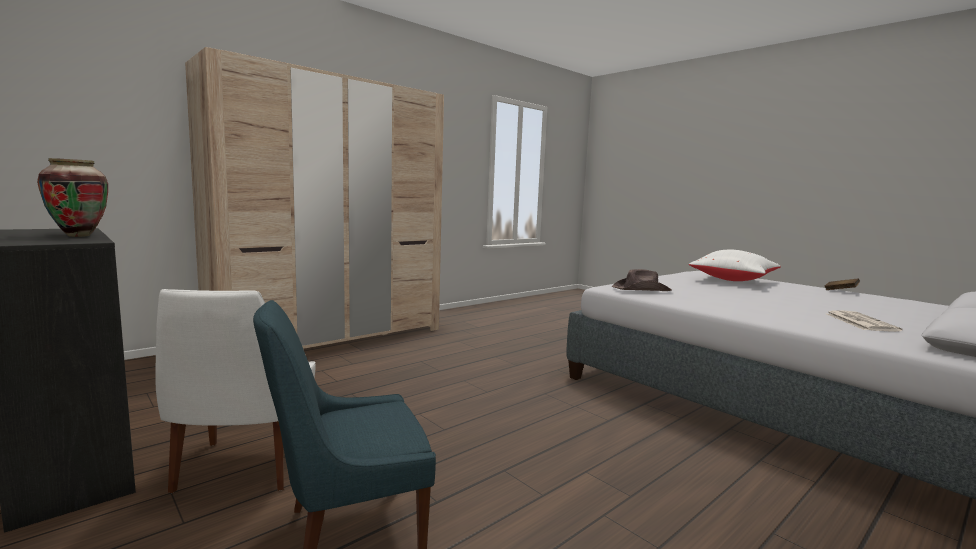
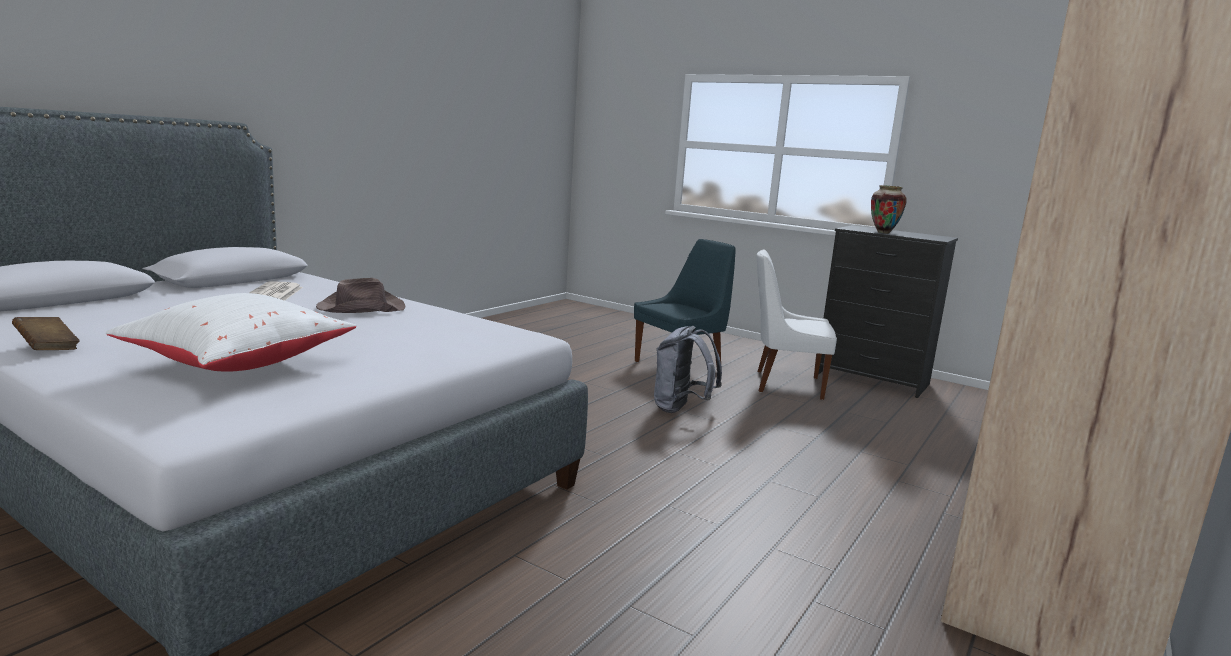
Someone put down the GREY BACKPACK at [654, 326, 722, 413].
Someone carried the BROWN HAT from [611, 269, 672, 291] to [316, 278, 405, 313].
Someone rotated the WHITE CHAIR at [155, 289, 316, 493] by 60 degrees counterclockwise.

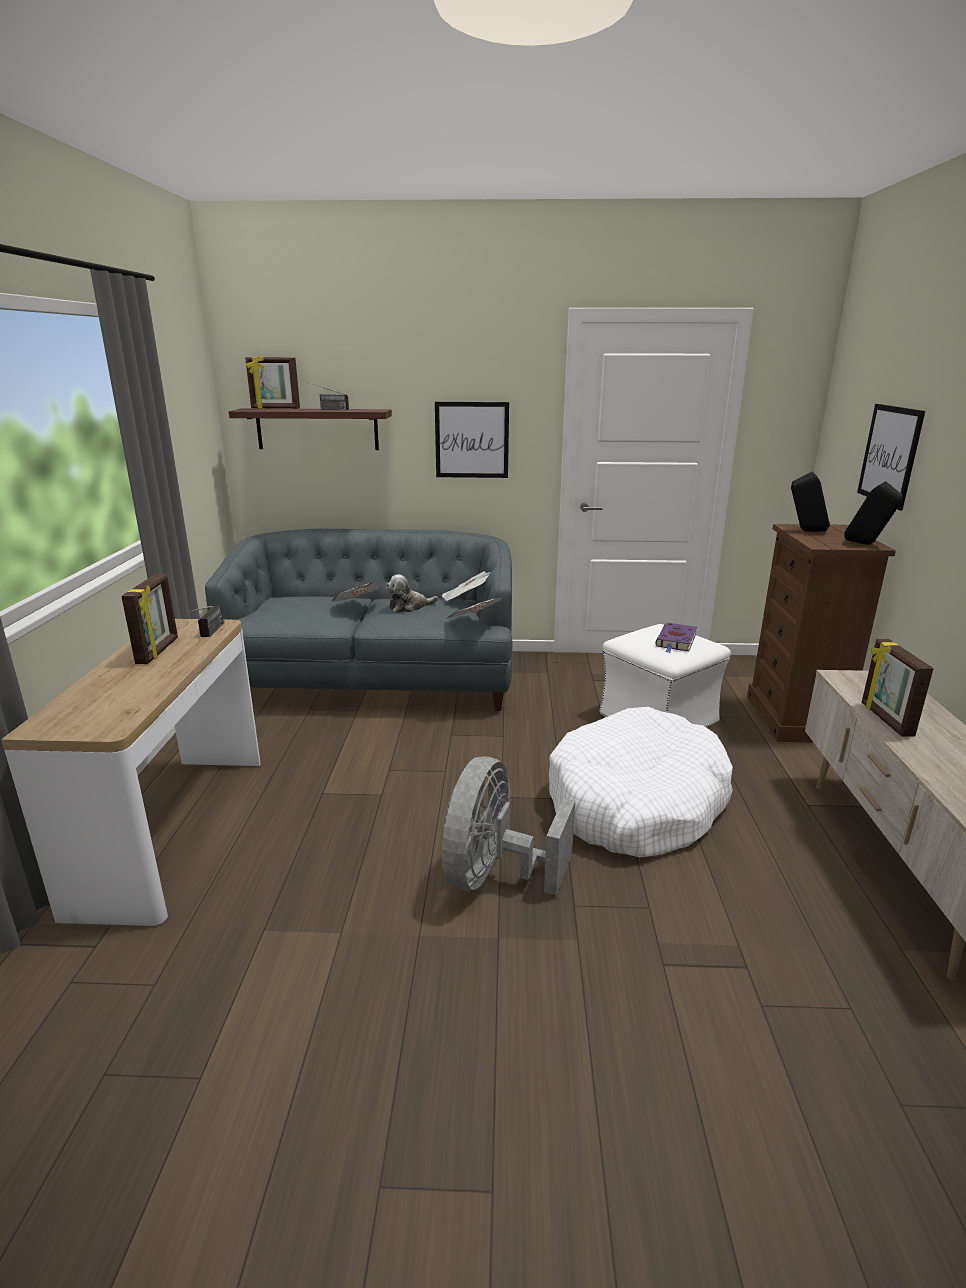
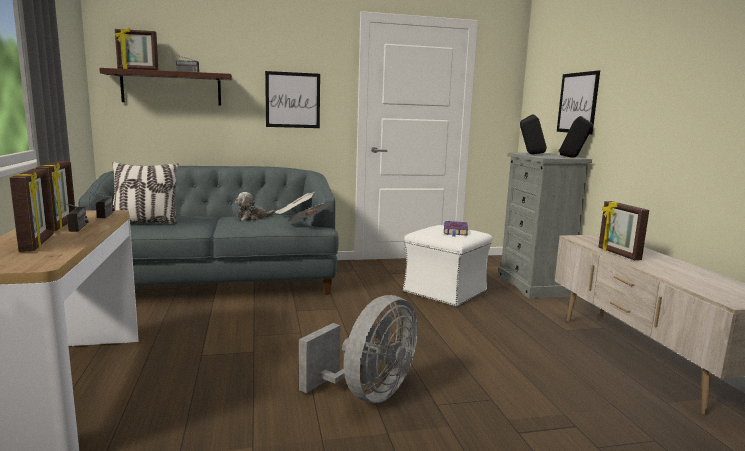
Someone took away the NEWSPAPER at [331, 582, 383, 602].
Someone took away the WHITE DOG BED at [549, 707, 733, 857].
Someone put down the PICTURE FRAME at [10, 169, 54, 252].
Someone put down the RADIO at [61, 202, 88, 232].
Someone put down the PILLOW at [112, 162, 178, 225].
Someone repainted the BROWN DRESSER at [747, 524, 896, 742], which became the GREY DRESSER at [498, 152, 592, 299].
Someone rotated the GREY FAN at [442, 757, 575, 895] by 150 degrees counterclockwise.

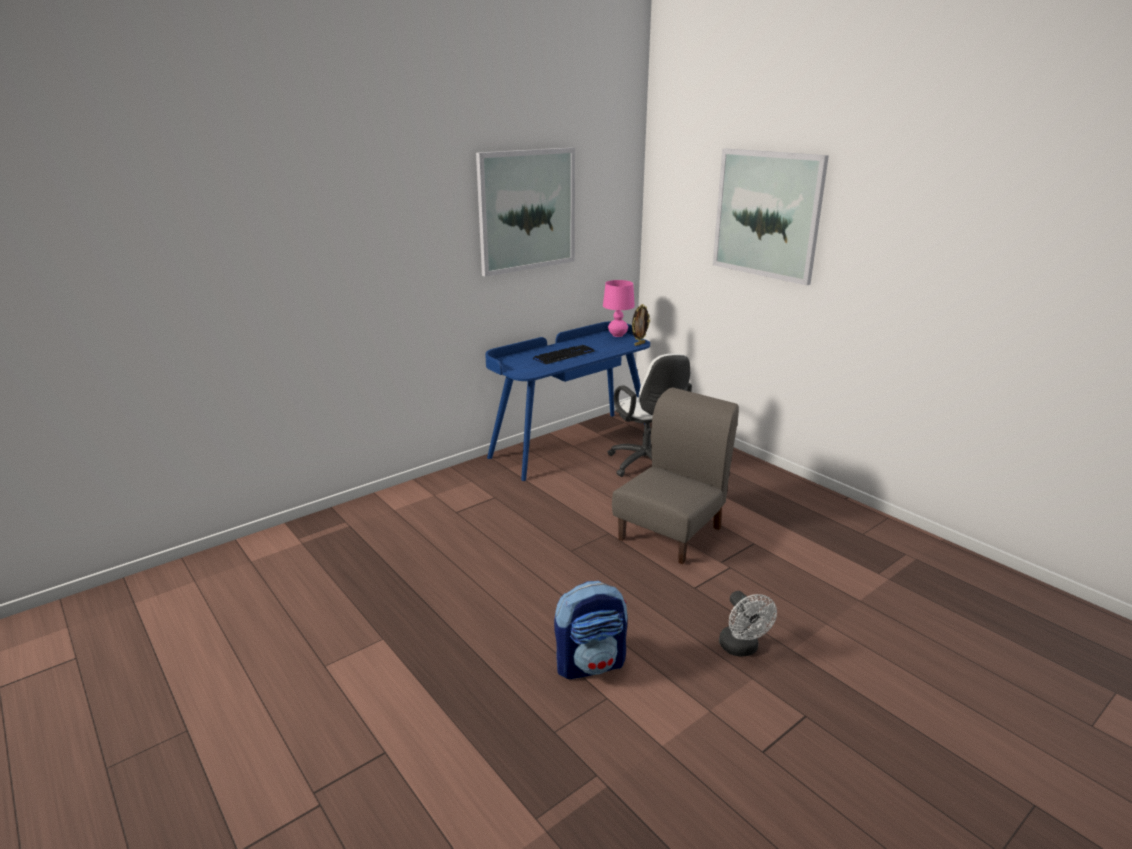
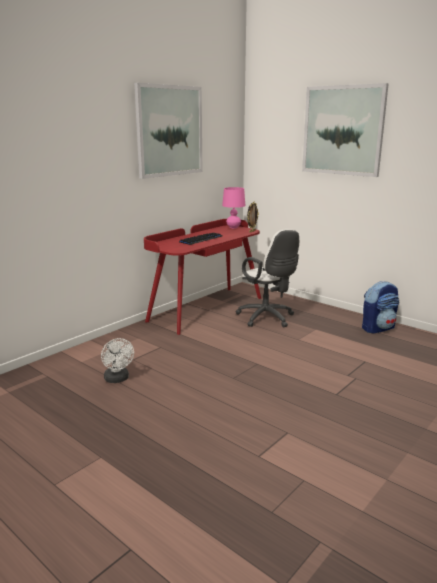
Someone took away the GREY CHAIR at [612, 388, 739, 564].
Someone carried the BACKPACK from [554, 581, 627, 679] to [362, 281, 399, 334].
Someone carried the WHITE FAN from [719, 591, 777, 657] to [101, 338, 134, 383].
Someone repainted the BLUE DESK at [485, 321, 650, 481], which became the RED DESK at [144, 219, 261, 335].

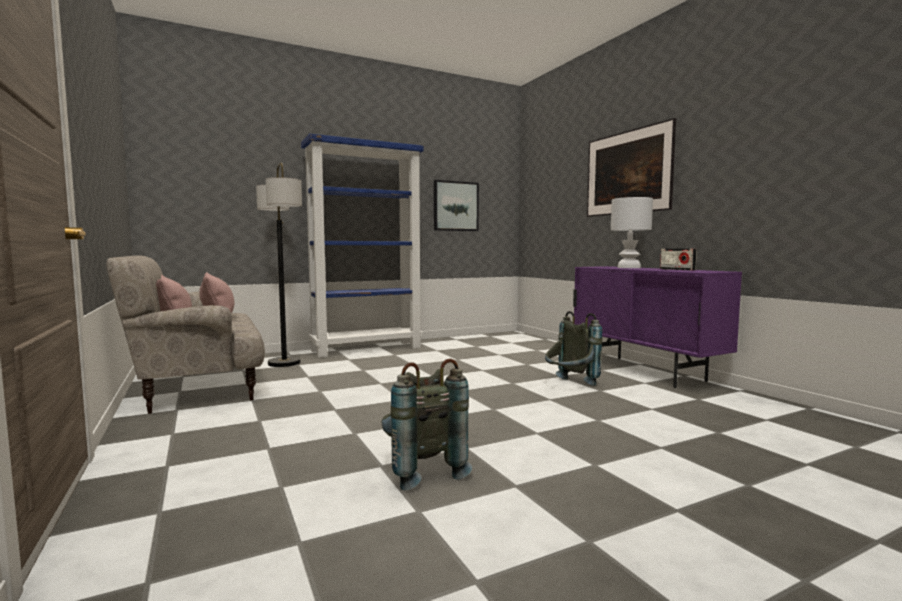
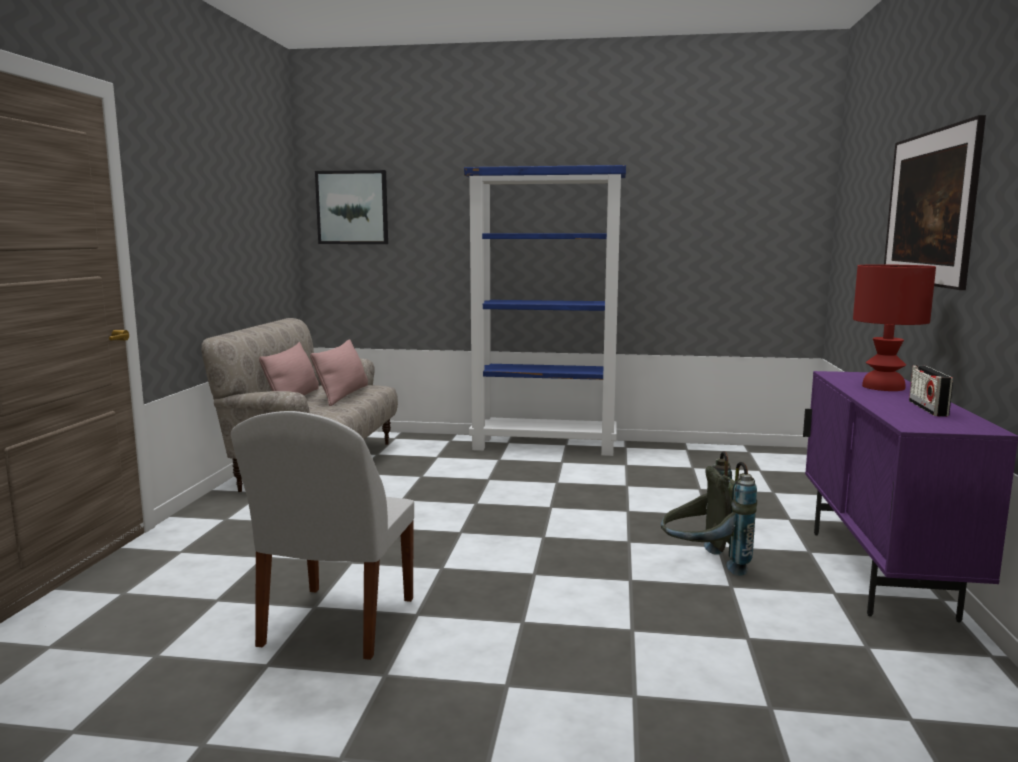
Someone took away the FLOOR LAMP at [256, 163, 302, 367].
Someone carried the PICTURE from [434, 180, 479, 231] to [315, 170, 388, 244].
Someone swapped the GREY BACKPACK at [381, 358, 472, 491] for the WHITE CHAIR at [231, 411, 414, 660].
Someone repainted the WHITE TABLE LAMP at [611, 197, 653, 268], which became the RED TABLE LAMP at [853, 264, 936, 391].

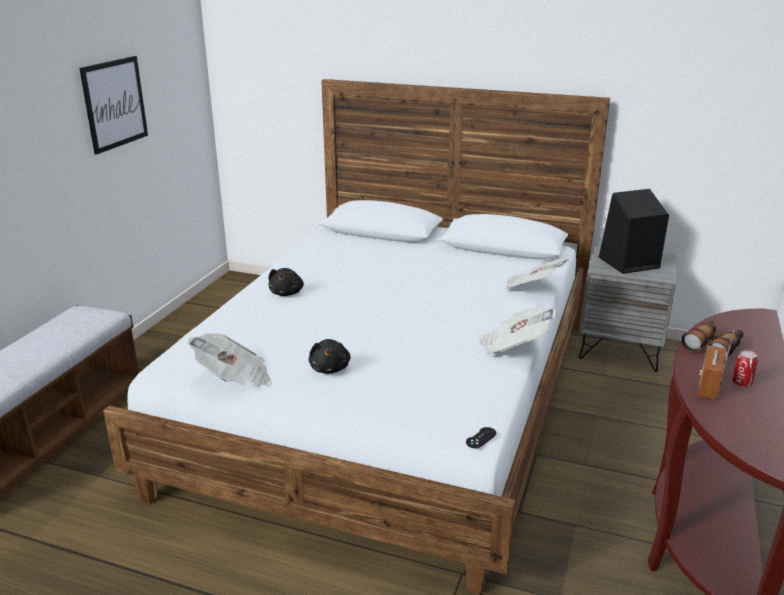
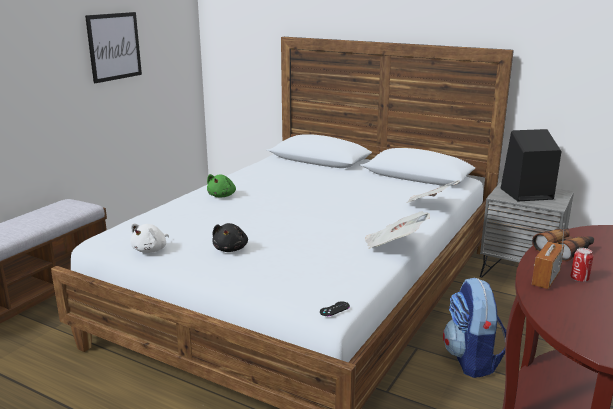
Someone put down the BACKPACK at [443, 278, 506, 378].
Someone swapped the NEWSPAPER at [188, 333, 272, 385] for the WHITE PLUSH TOY at [131, 223, 169, 253].
Someone repainted the BLACK PLUSH TOY at [268, 268, 304, 296], which became the GREEN PLUSH TOY at [207, 174, 236, 197].

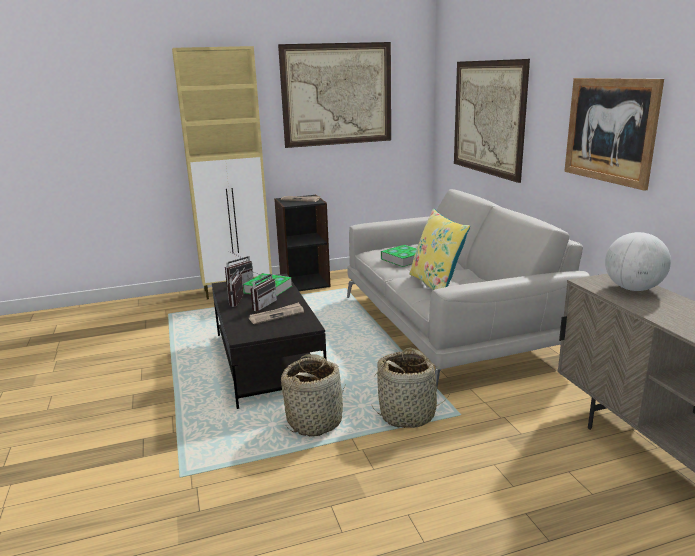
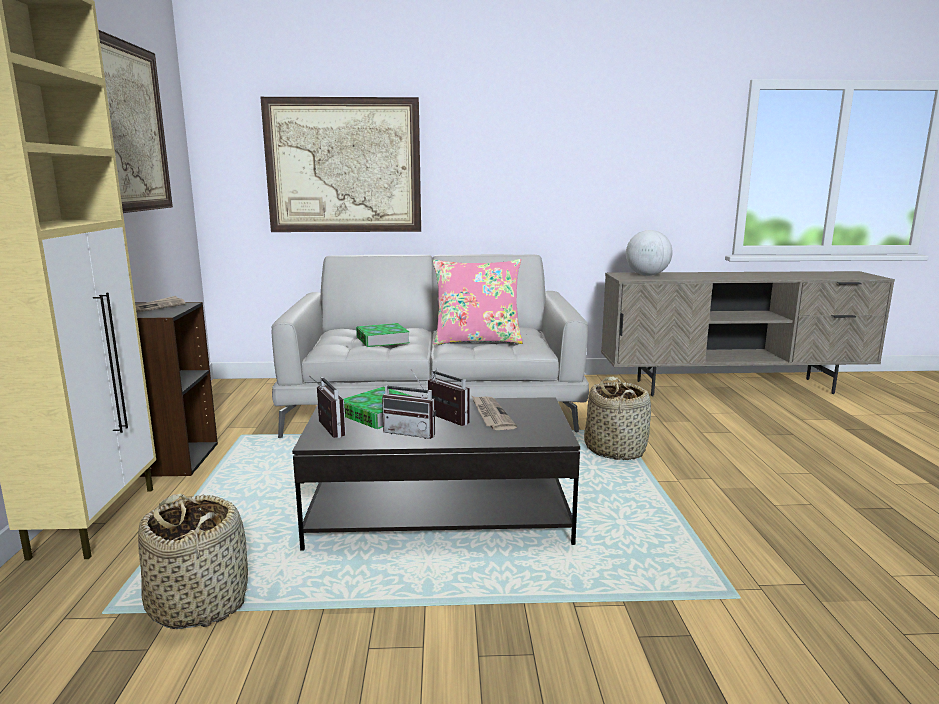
Someone took away the PICTURE at [564, 78, 664, 191].
Someone carried the BASKET from [281, 354, 346, 436] to [138, 494, 248, 629].
Someone repainted the YELLOW PILLOW at [409, 209, 470, 290], which became the PINK PILLOW at [433, 259, 523, 345].

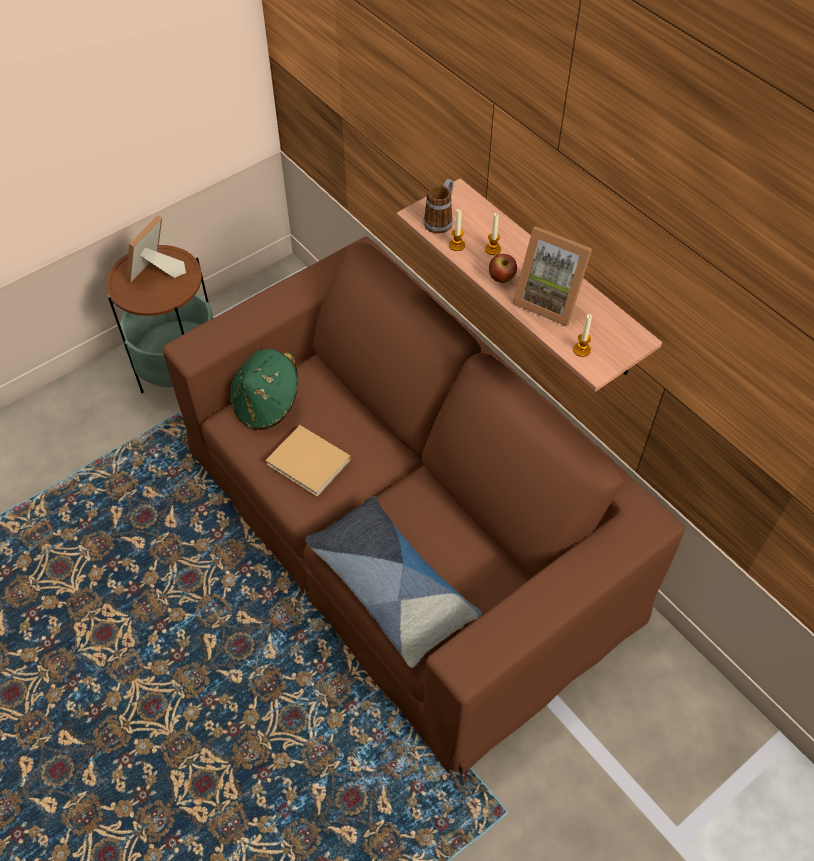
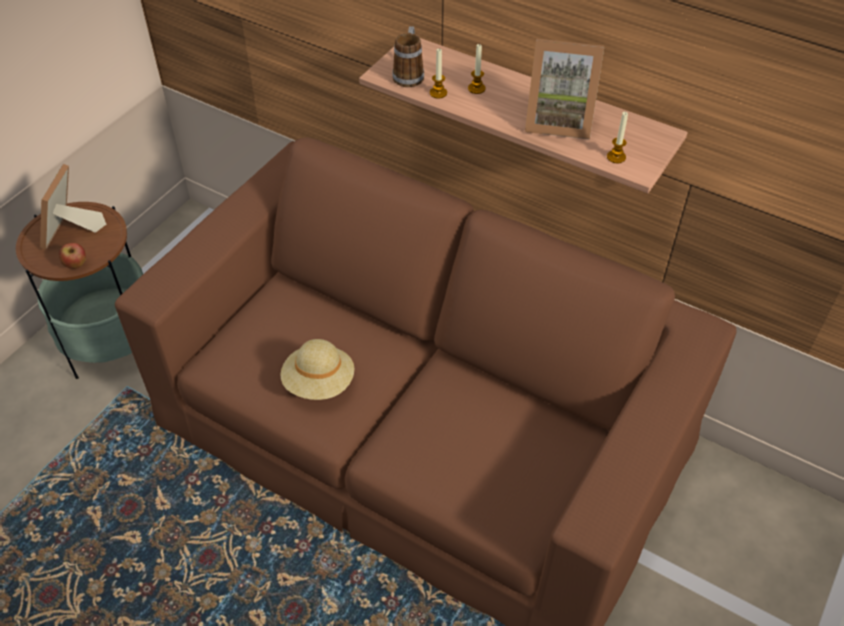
Someone took away the GREEN HAT at [230, 349, 298, 430].
Someone took away the PILLOW at [305, 496, 482, 668].
Someone carried the APPLE from [489, 254, 517, 283] to [59, 243, 86, 269].
Someone swapped the BEIGE BOOK at [266, 425, 351, 497] for the BEIGE HAT at [280, 339, 354, 400].

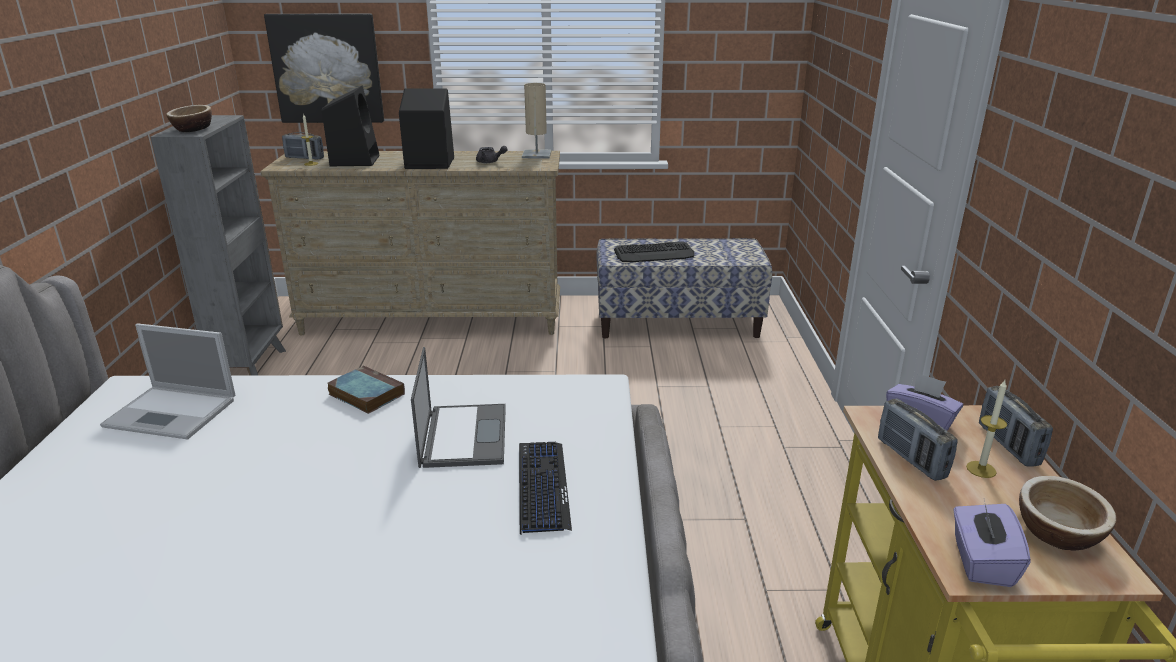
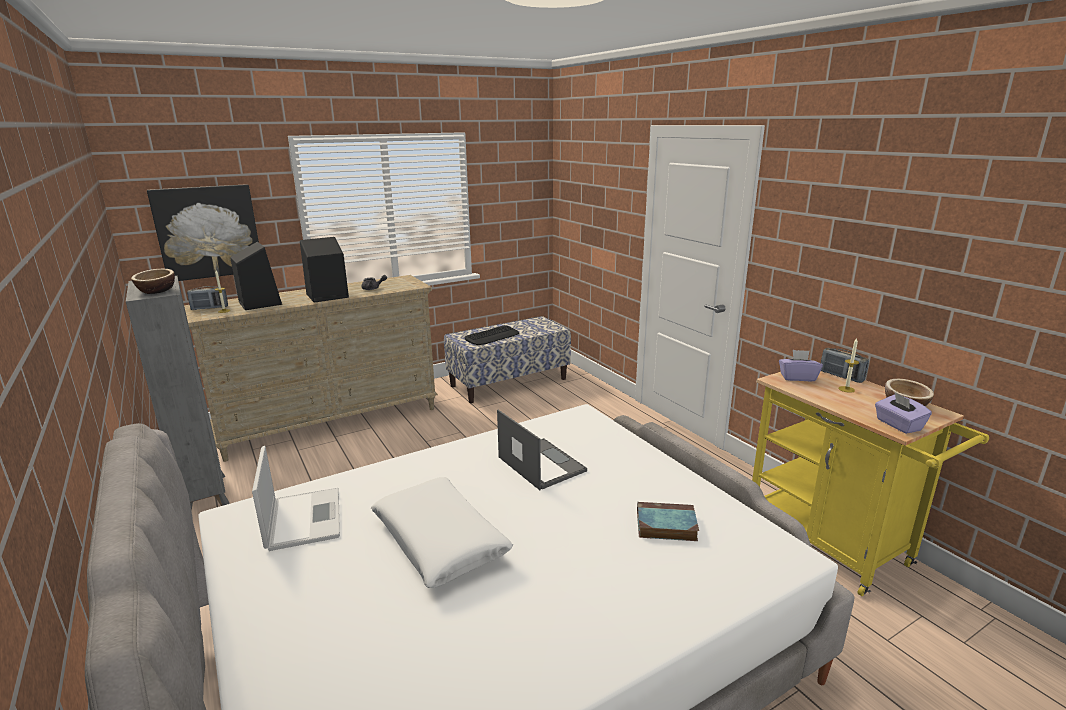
Someone took away the KEYBOARD at [519, 442, 572, 535].
Someone took away the BEIGE TABLE LAMP at [522, 83, 551, 159].
Someone took away the RADIO at [878, 399, 958, 481].
Someone put down the WHITE PILLOW at [371, 477, 513, 588].
Someone carried the BOOK from [327, 365, 405, 414] to [637, 502, 699, 541].
Someone rotated the LAPTOP at [100, 324, 235, 439] by 90 degrees counterclockwise.

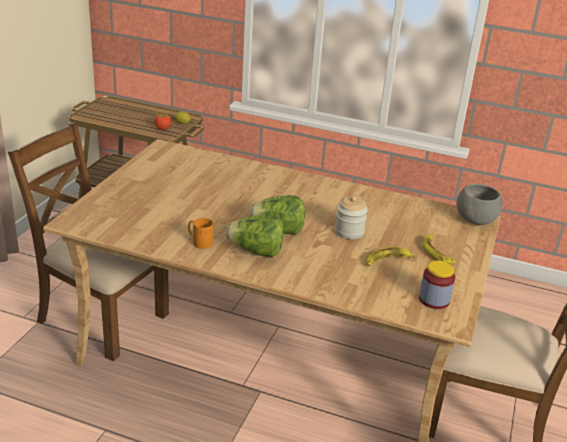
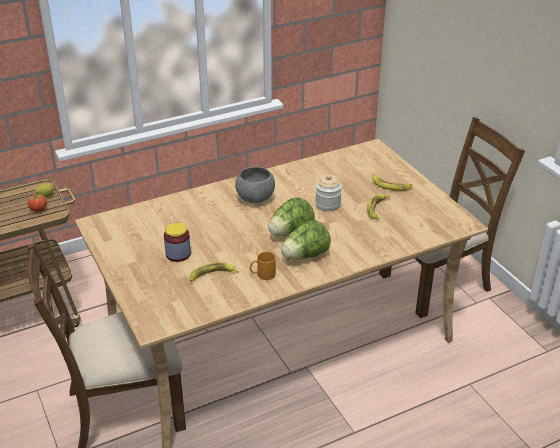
Someone put down the BANANA at [189, 262, 239, 282].
Someone carried the JAR from [419, 261, 455, 309] to [164, 223, 191, 262].
Someone carried the GREY BOWL from [457, 184, 503, 225] to [235, 167, 275, 203].

